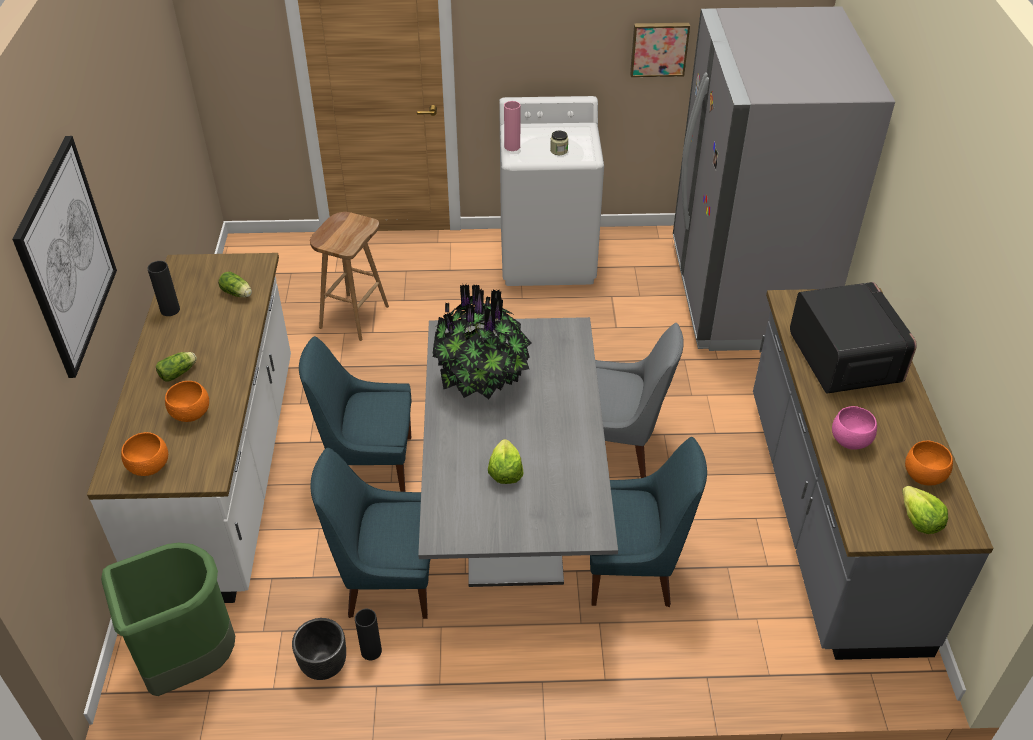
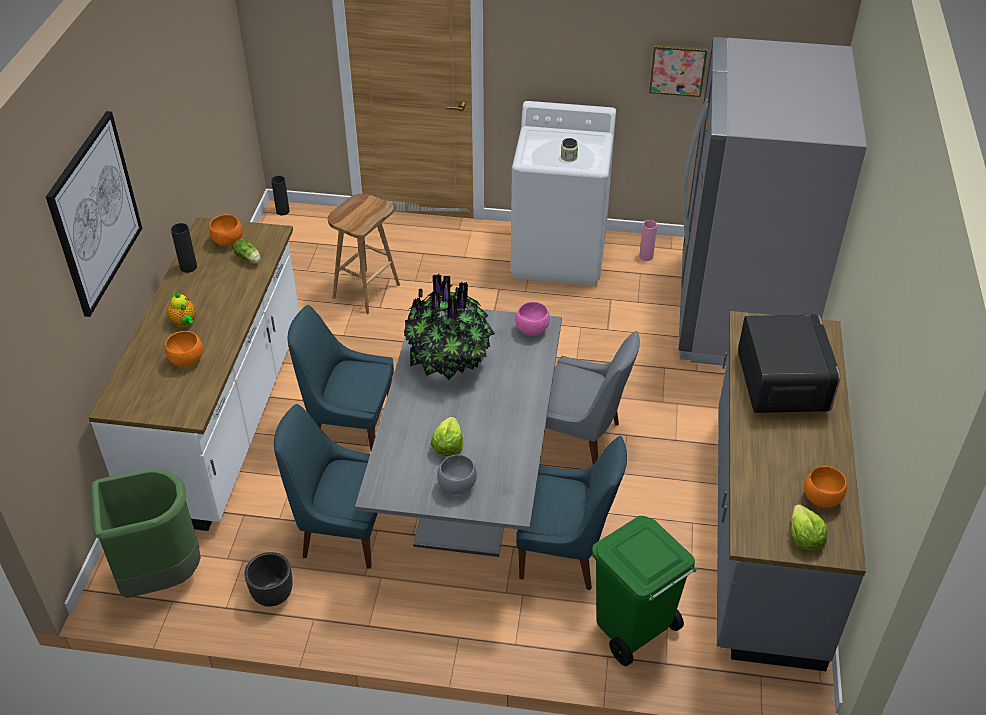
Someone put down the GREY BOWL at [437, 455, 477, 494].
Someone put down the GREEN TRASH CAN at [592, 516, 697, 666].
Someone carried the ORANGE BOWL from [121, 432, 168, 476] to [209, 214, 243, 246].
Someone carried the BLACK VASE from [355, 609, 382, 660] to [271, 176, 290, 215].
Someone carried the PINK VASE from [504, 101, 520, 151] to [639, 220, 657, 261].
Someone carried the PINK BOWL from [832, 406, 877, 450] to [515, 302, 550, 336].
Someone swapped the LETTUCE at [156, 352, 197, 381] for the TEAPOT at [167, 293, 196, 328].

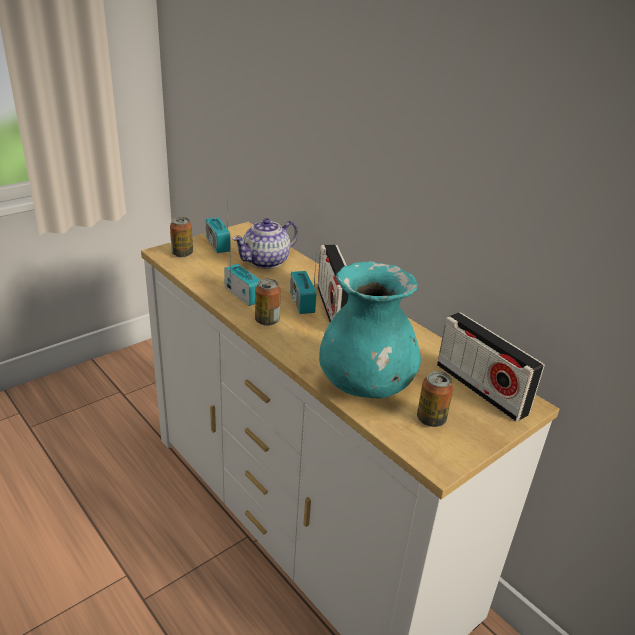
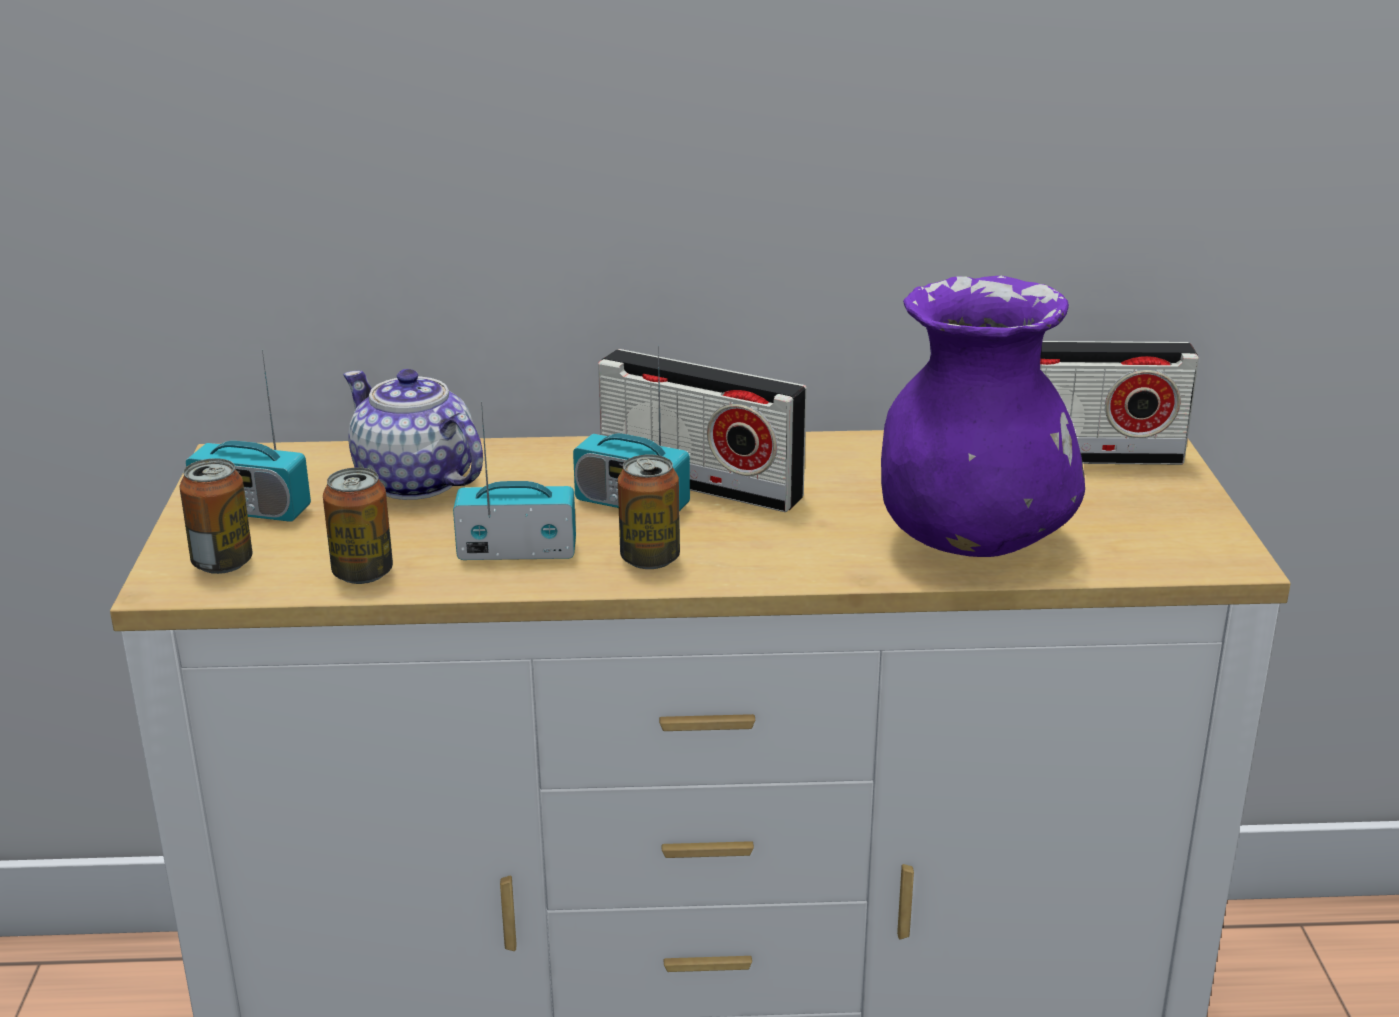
Someone carried the CAN from [417, 371, 454, 427] to [323, 468, 393, 584].
Someone repainted the TURQUOISE VASE at [319, 261, 421, 398], which became the PURPLE VASE at [881, 276, 1085, 557].
Someone rotated the TEAPOT at [232, 218, 298, 269] by 135 degrees clockwise.

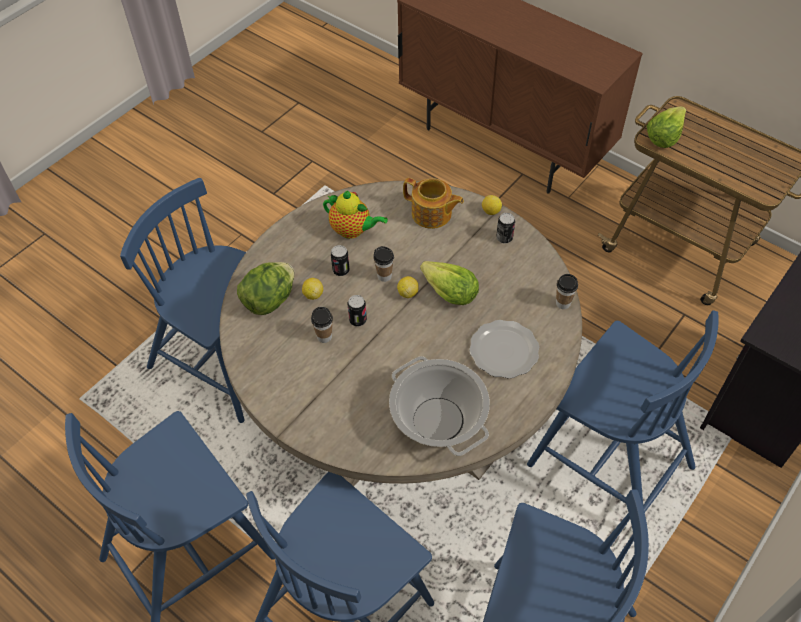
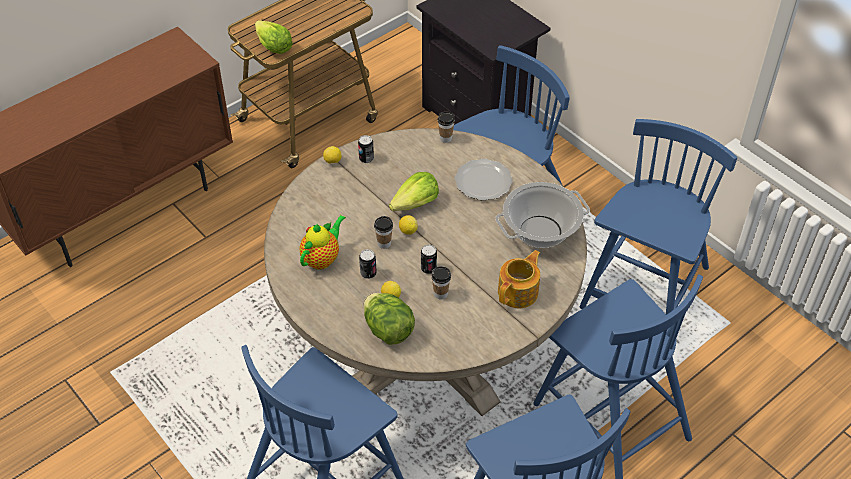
Someone carried the TEAPOT from [403, 178, 464, 229] to [498, 250, 540, 308].

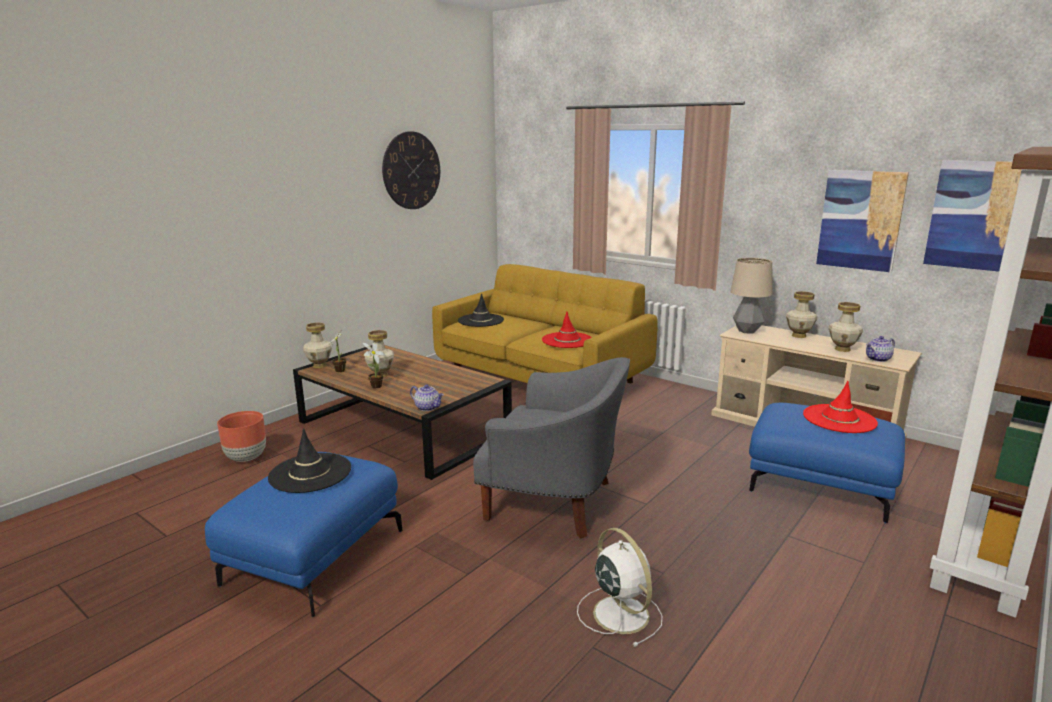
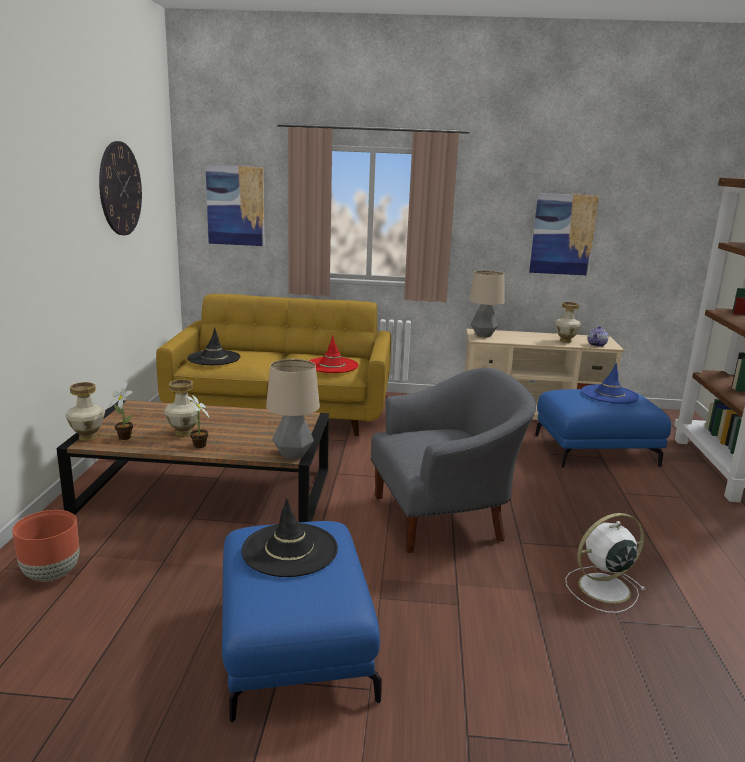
Someone took away the VASE at [786, 291, 817, 338].
Someone carried the PICTURE from [923, 160, 1022, 272] to [206, 165, 264, 246].
Someone swapped the TEAPOT at [410, 384, 444, 411] for the TABLE LAMP at [266, 359, 320, 460].
Someone repainted the RED HAT at [803, 381, 878, 433], which became the BLUE HAT at [582, 363, 639, 404].
Someone rotated the WHITE FAN at [577, 528, 662, 647] by 45 degrees counterclockwise.

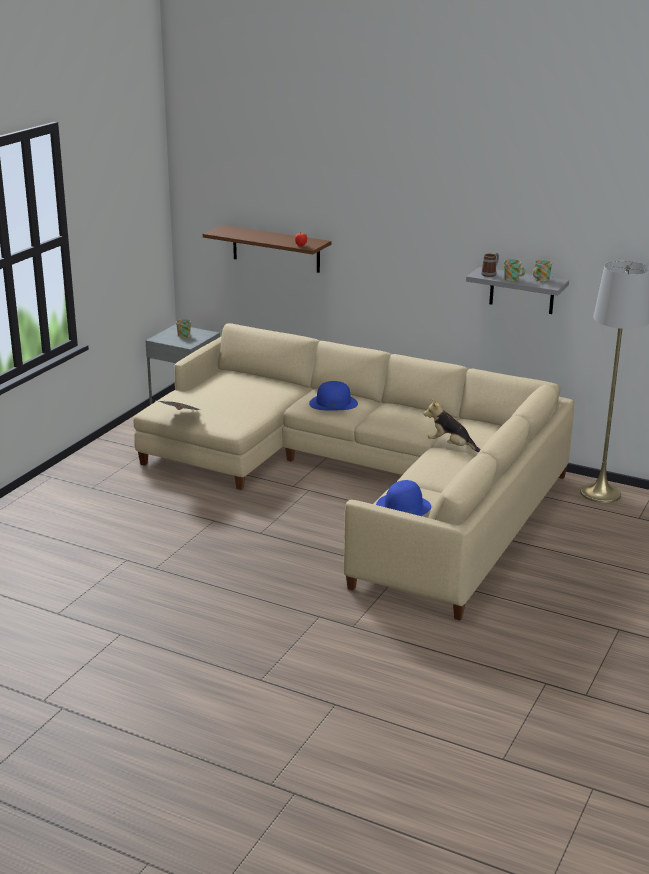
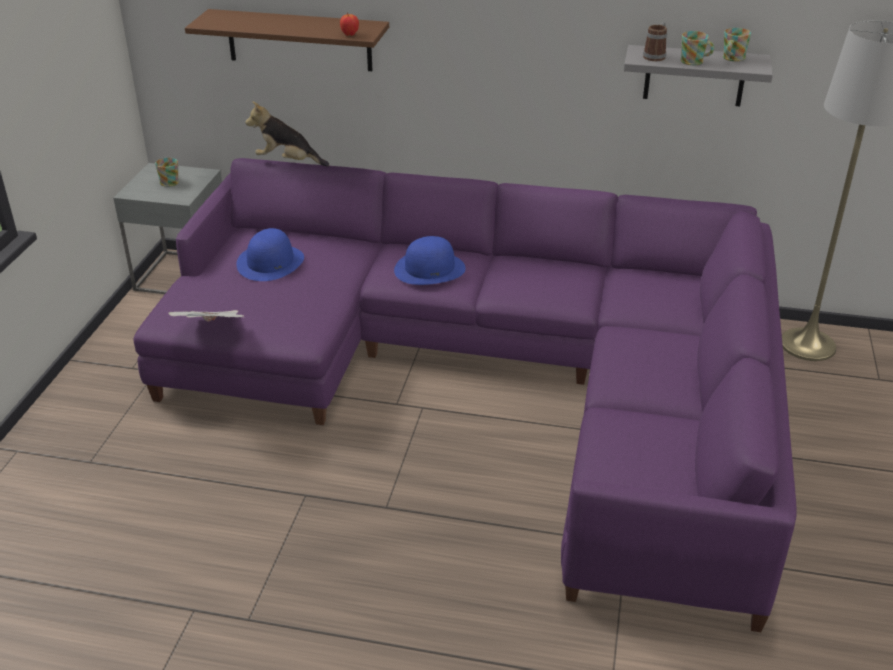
Someone carried the BLUE HAT from [376, 480, 431, 516] to [236, 228, 304, 281].
Someone carried the PLUSH TOY from [424, 398, 481, 453] to [245, 101, 329, 166].
Someone repainted the BEIGE SOFA at [133, 323, 574, 621], which became the PURPLE SOFA at [133, 158, 797, 632].

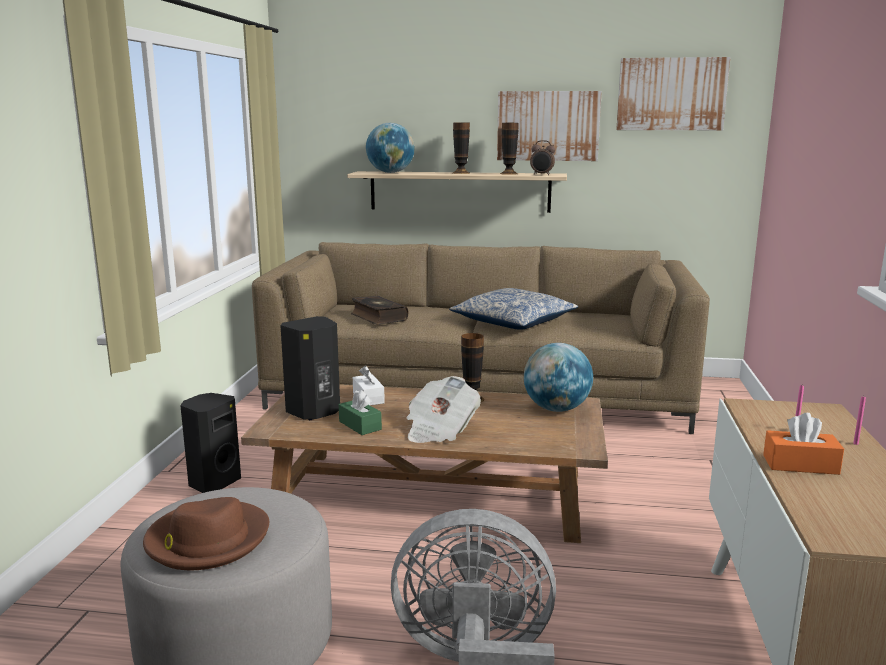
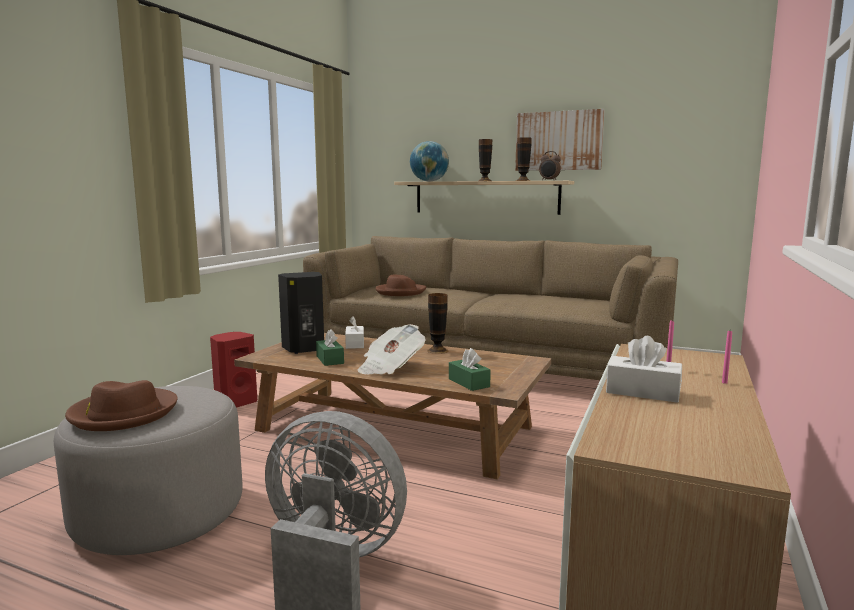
Someone took away the PILLOW at [449, 288, 578, 330].
Someone took away the GLOBE at [524, 343, 593, 412].
Someone took away the PICTURE at [616, 57, 730, 130].
Someone put down the GREEN TISSUE BOX at [449, 348, 491, 391].
Someone swapped the BOOK at [351, 296, 408, 325] for the BROWN HAT at [375, 274, 426, 296].
Someone repainted the BLACK SPEAKER at [180, 393, 241, 493], which became the RED SPEAKER at [210, 332, 257, 407].
Someone repainted the ORANGE TISSUE BOX at [763, 413, 844, 475], which became the WHITE TISSUE BOX at [606, 336, 682, 403].

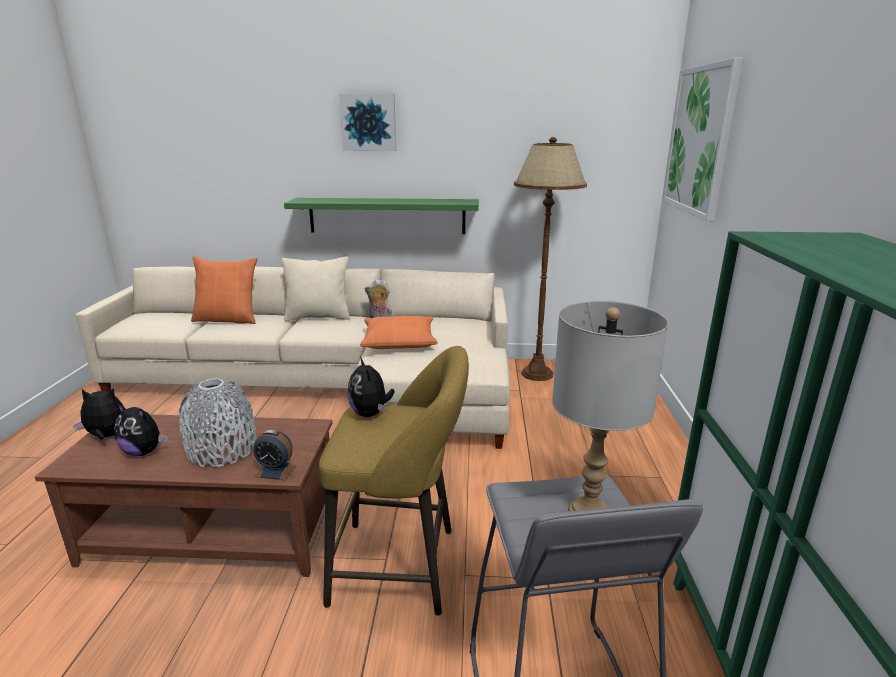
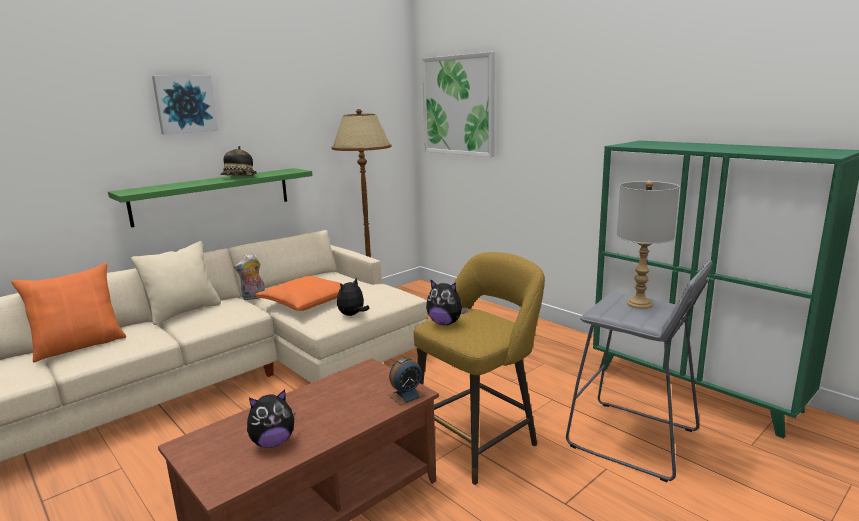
Someone took away the GREY VASE at [179, 378, 256, 467].
Someone put down the HAT at [220, 146, 257, 176].
Someone carried the PLUSH TOY from [73, 388, 124, 440] to [337, 278, 369, 316].

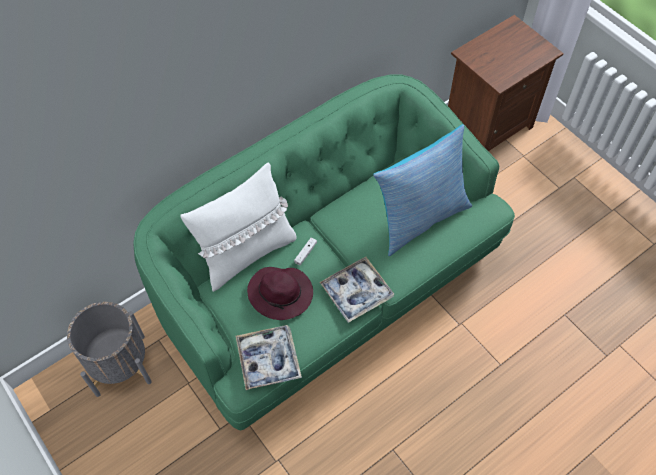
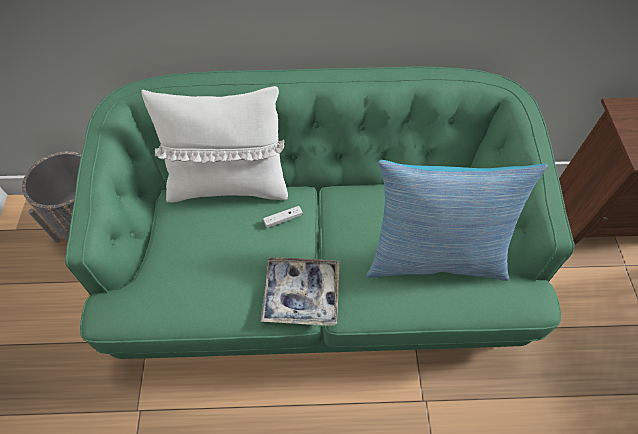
Someone took away the TRAY at [236, 325, 302, 390].
Someone took away the PURPLE HAT at [247, 267, 313, 320].

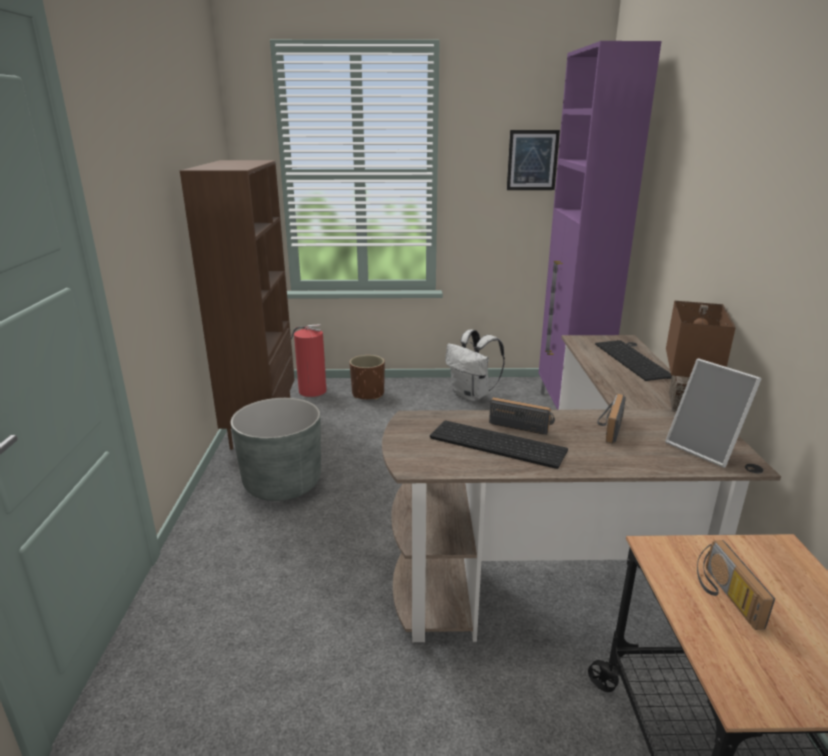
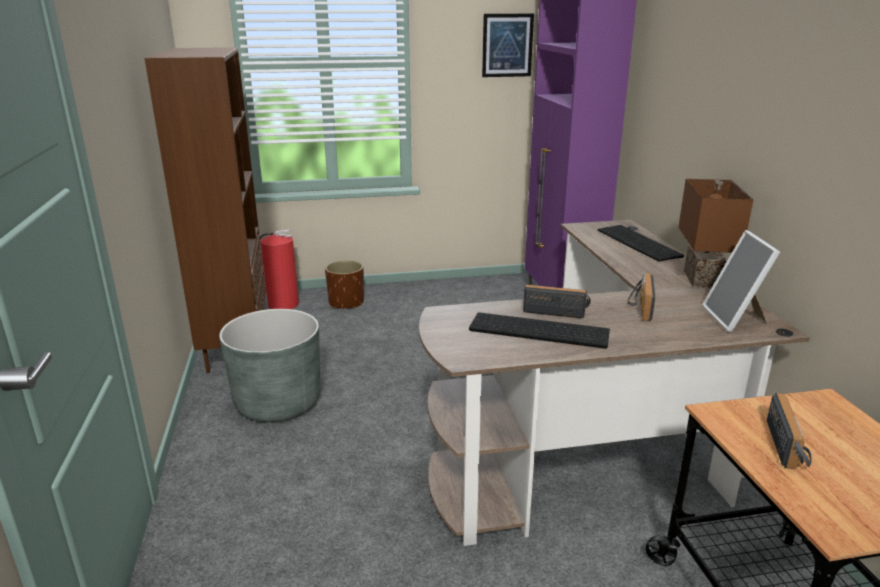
Someone took away the WHITE BACKPACK at [445, 329, 505, 401].
Someone rotated the PICTURE FRAME at [665, 358, 762, 468] by 45 degrees clockwise.
Someone rotated the RADIO at [697, 540, 775, 630] by 150 degrees counterclockwise.

